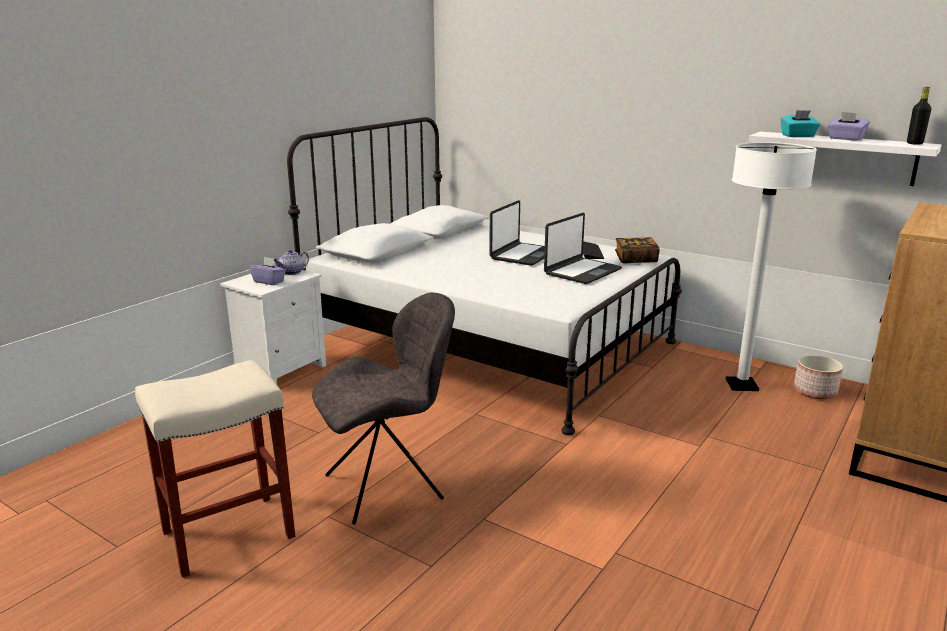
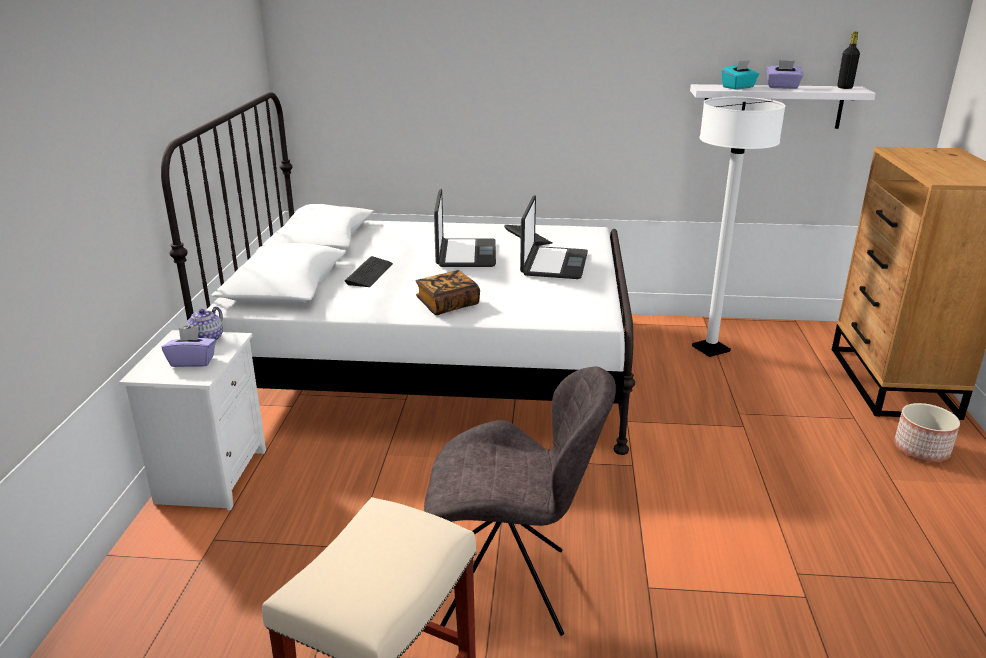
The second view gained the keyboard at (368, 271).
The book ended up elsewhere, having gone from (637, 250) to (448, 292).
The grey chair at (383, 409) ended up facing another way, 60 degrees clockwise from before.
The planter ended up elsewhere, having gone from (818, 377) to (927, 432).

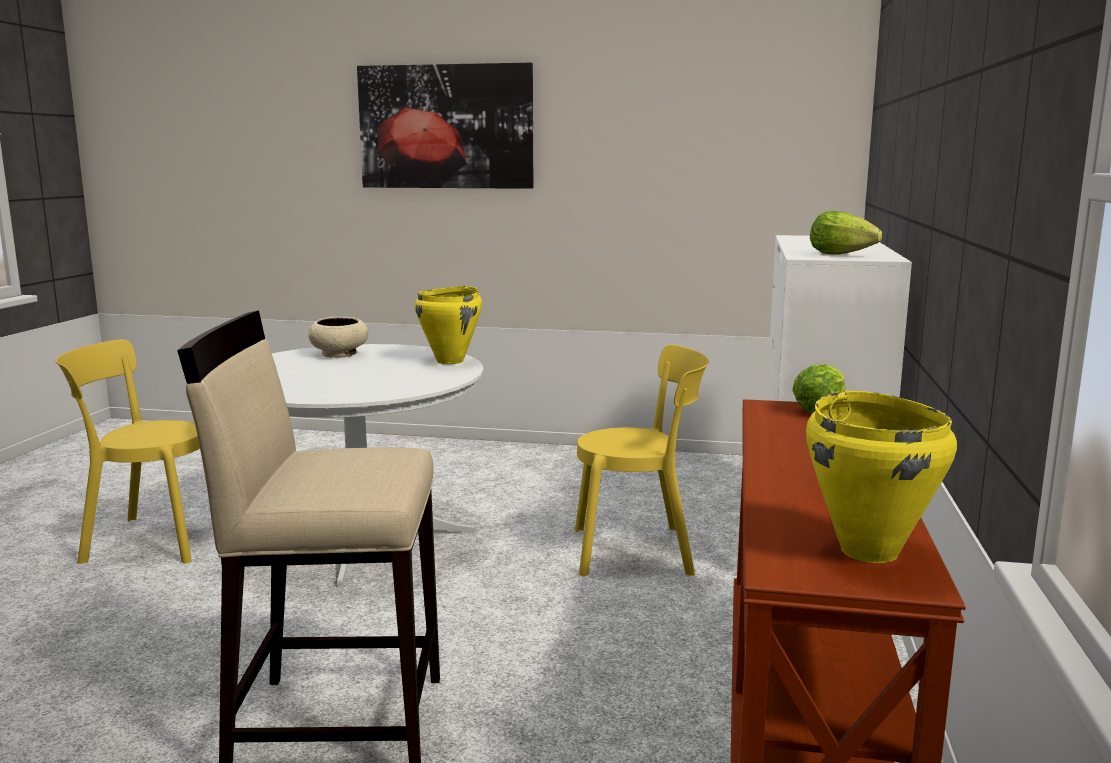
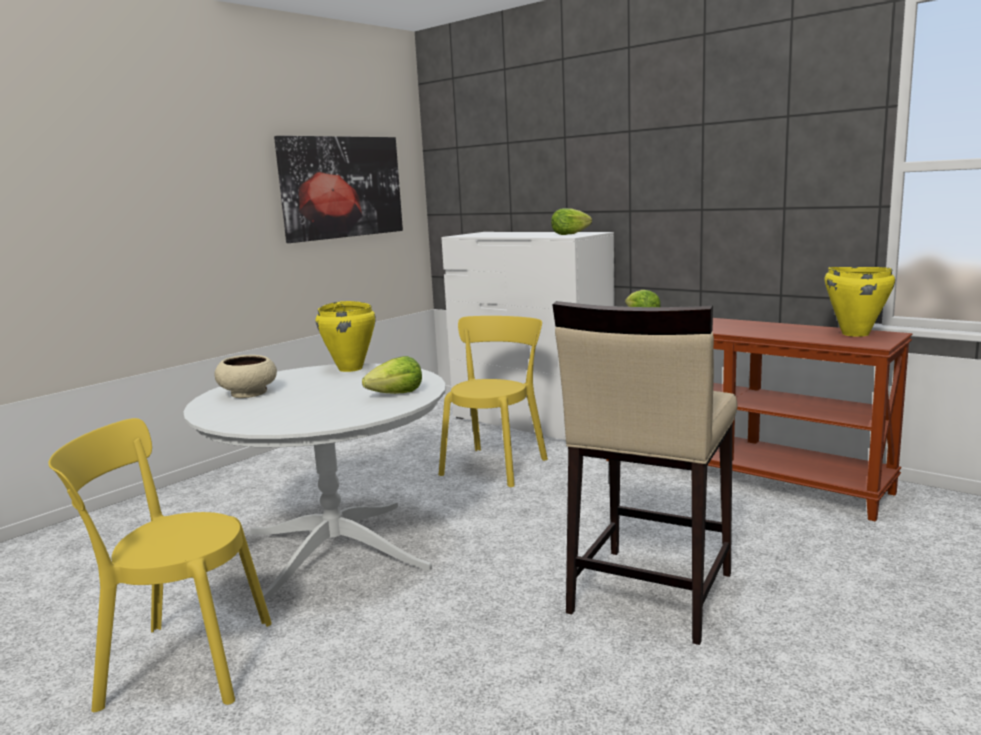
The yellow chair at (127, 451) ended up facing another way, 60 degrees clockwise from before.
The picture ended up elsewhere, having gone from (445, 126) to (338, 189).
The second view gained the lettuce at (392, 375).

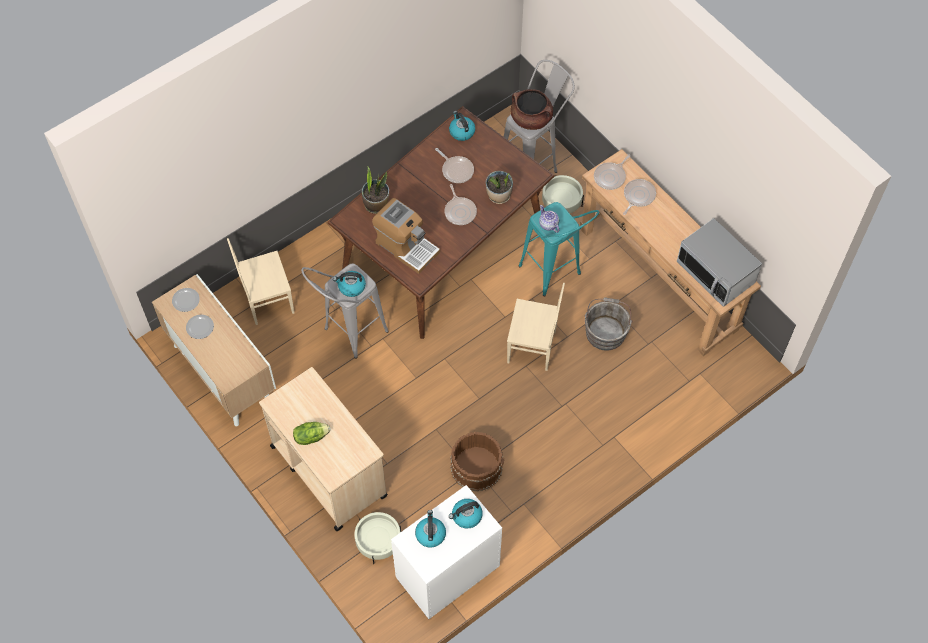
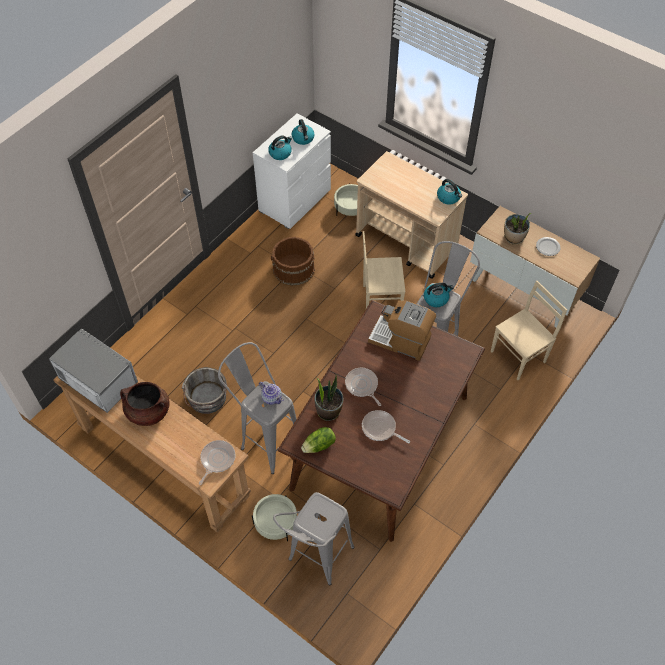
The brown cooking pot ended up elsewhere, having gone from (531, 109) to (145, 404).
What was the turquoise stool at (559, 249) turned into the grey stool at (257, 408).
The lettuce ended up elsewhere, having gone from (311, 433) to (318, 440).
The beige chair ended up elsewhere, having gone from (536, 327) to (384, 270).
The kettle ended up elsewhere, having gone from (462, 126) to (449, 192).
The potted plant ended up elsewhere, having gone from (375, 190) to (518, 229).
The second view lost the plate at (186, 300).
The second view lost the frying pan at (639, 197).

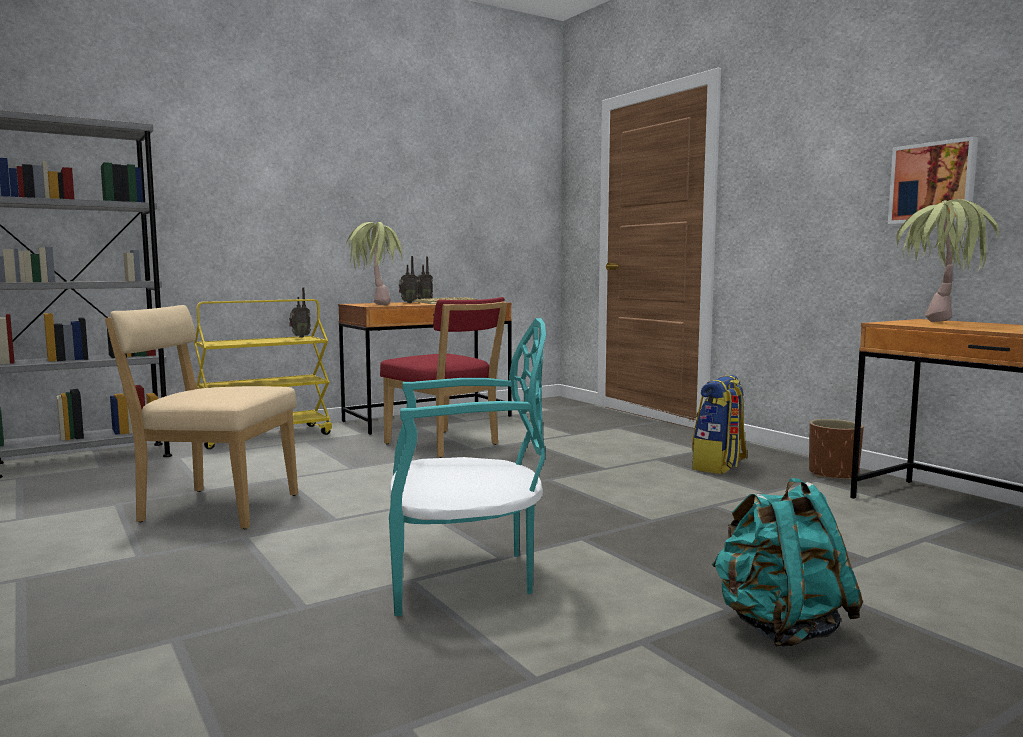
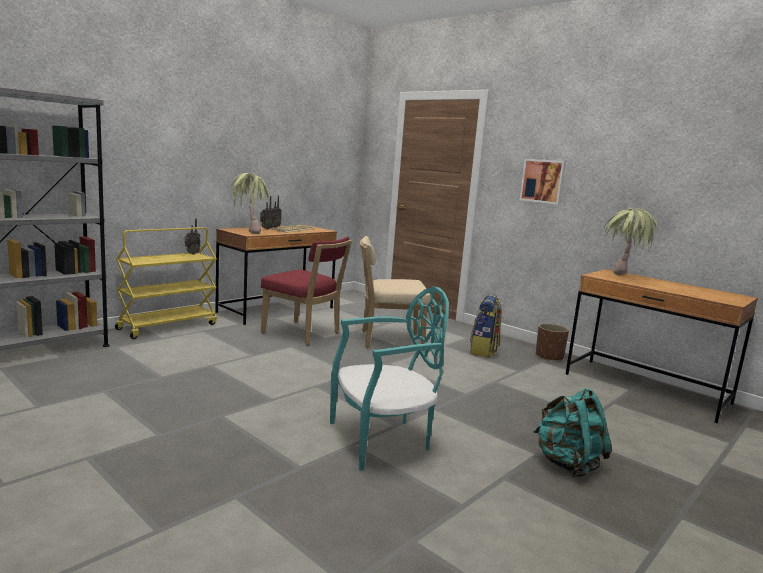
The beige chair ended up elsewhere, having gone from (201, 417) to (395, 293).
The picture ended up elsewhere, having gone from (933, 180) to (543, 182).

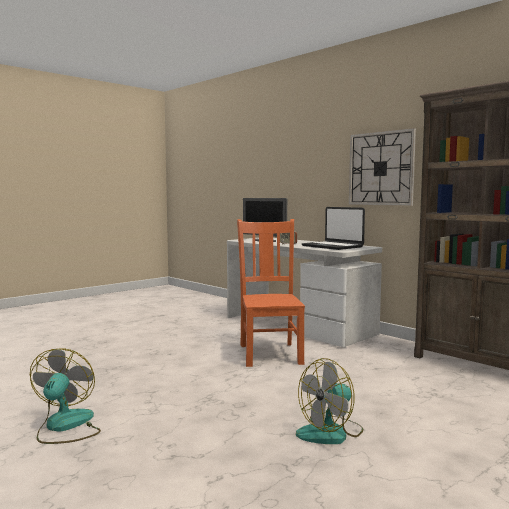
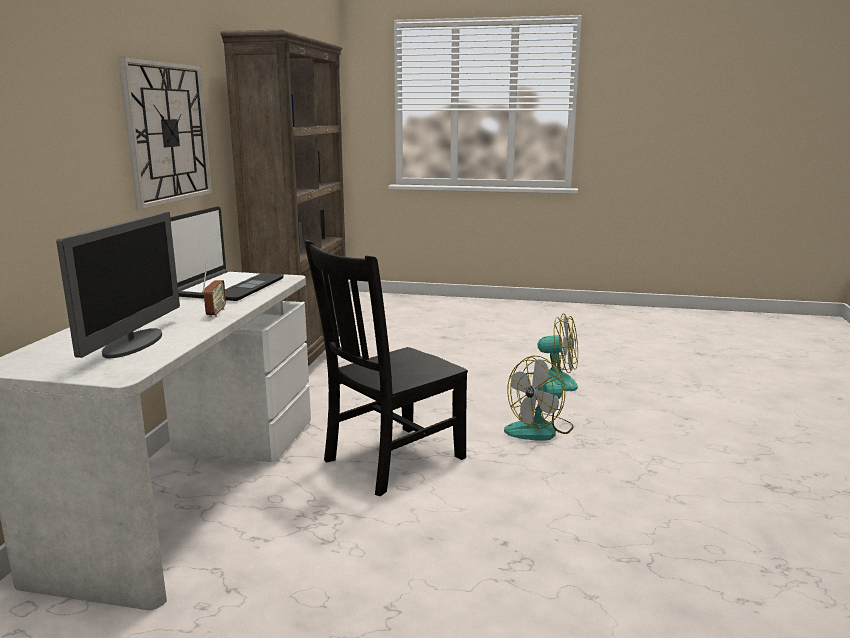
What was the orange chair at (271, 293) turned into the black chair at (386, 368).
The fan ended up elsewhere, having gone from (65, 396) to (539, 397).

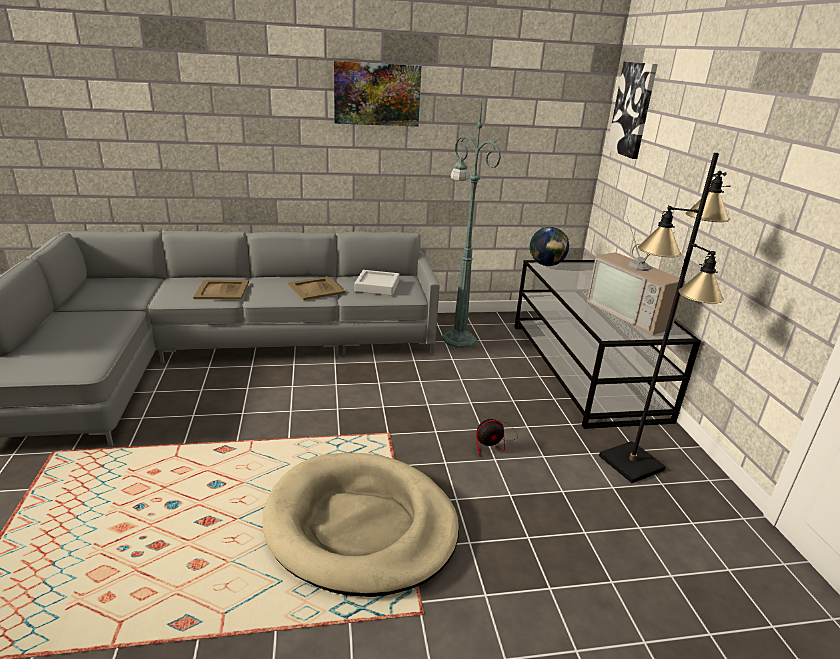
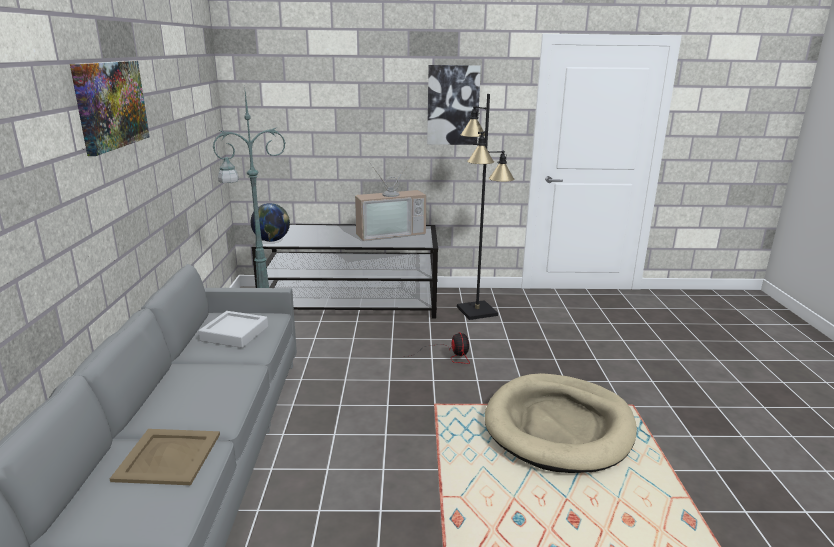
The picture ended up elsewhere, having gone from (632, 110) to (454, 105).
The second view lost the beige tray at (317, 288).

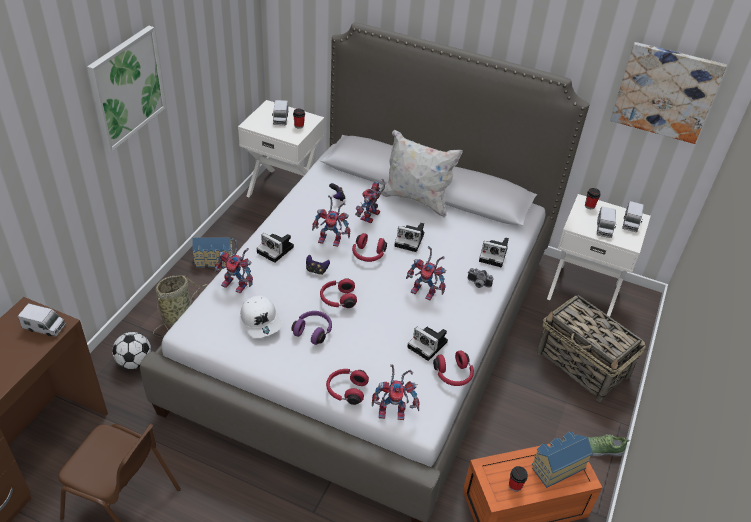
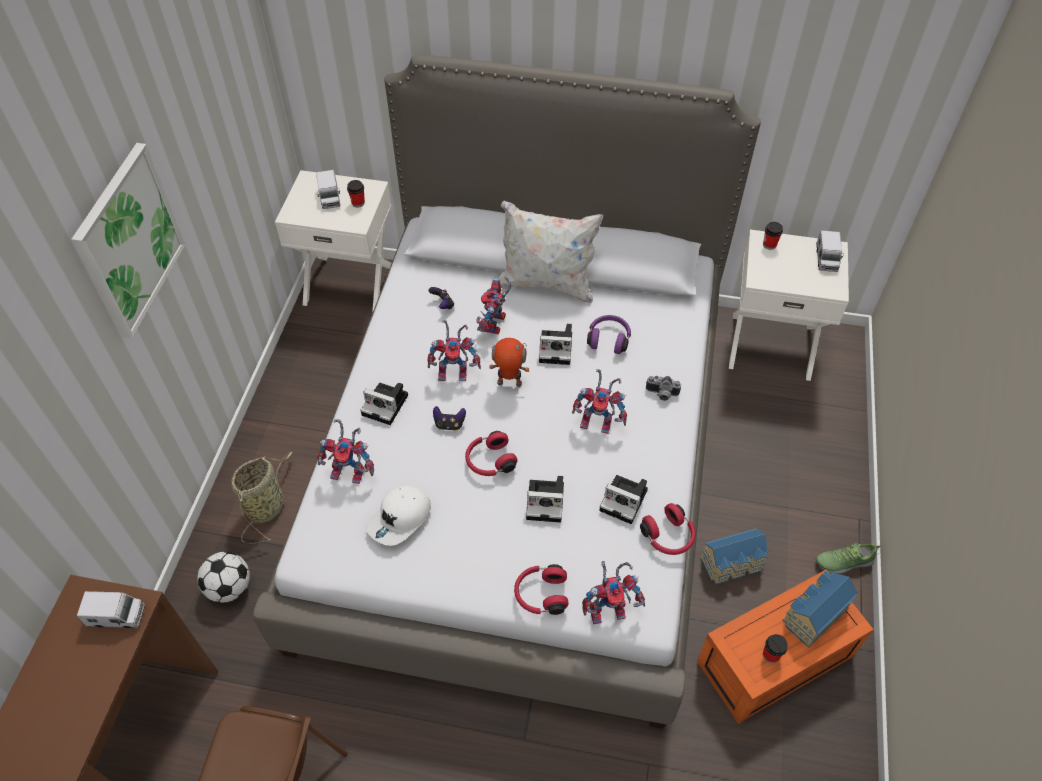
The white cap at (260, 317) ended up facing another way, 75 degrees clockwise from before.
Where the red headphones stood at (369, 247), the toy robot came to stand at (509, 362).
The photo camera ended up elsewhere, having gone from (494, 252) to (545, 499).
The purple headphones ended up elsewhere, having gone from (311, 328) to (609, 334).
The toy house ended up elsewhere, having gone from (212, 252) to (734, 556).
The second view lost the basket at (591, 348).
The second view lost the toy truck at (607, 222).
The second view lost the picture at (668, 93).

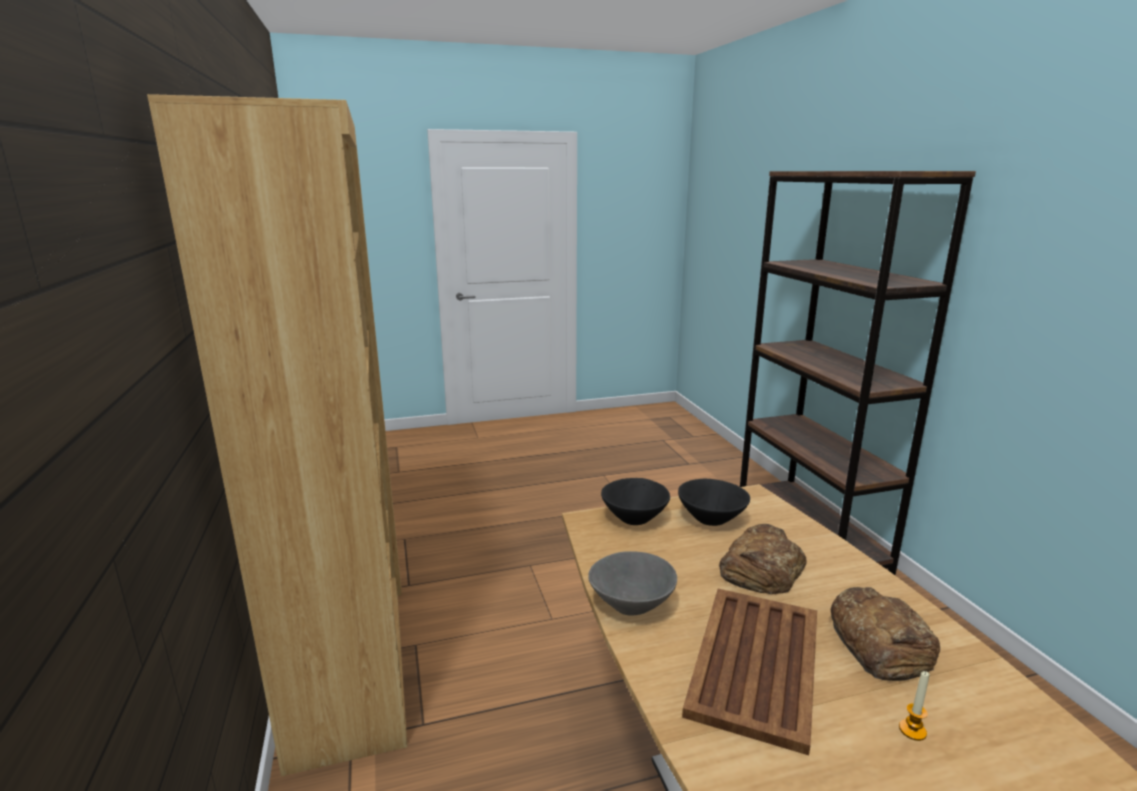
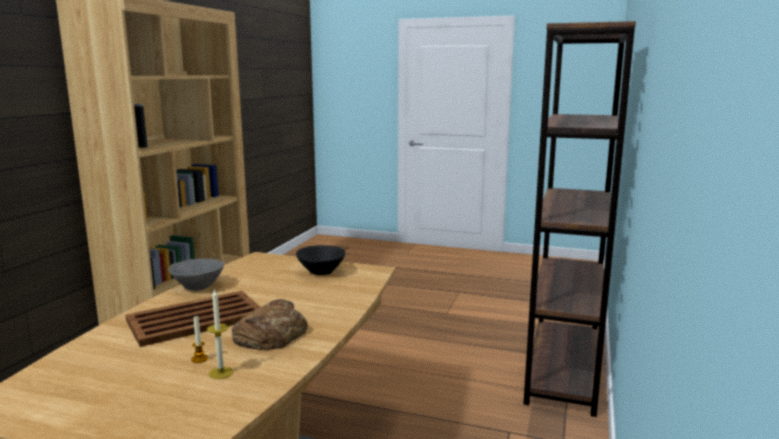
The second view gained the candle at (220, 333).
The second view lost the black bowl at (635, 501).
The second view lost the bread at (763, 559).

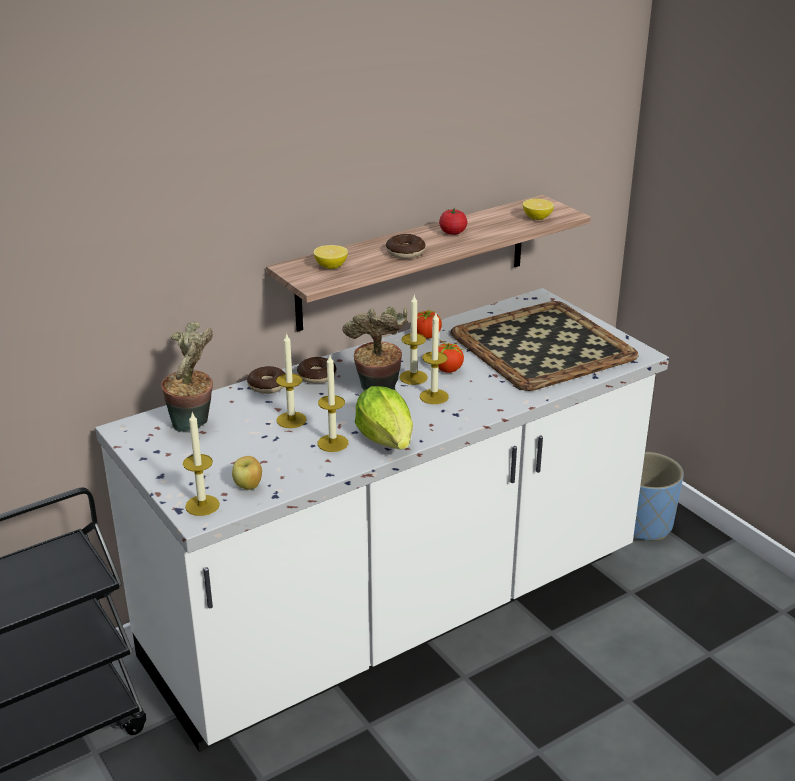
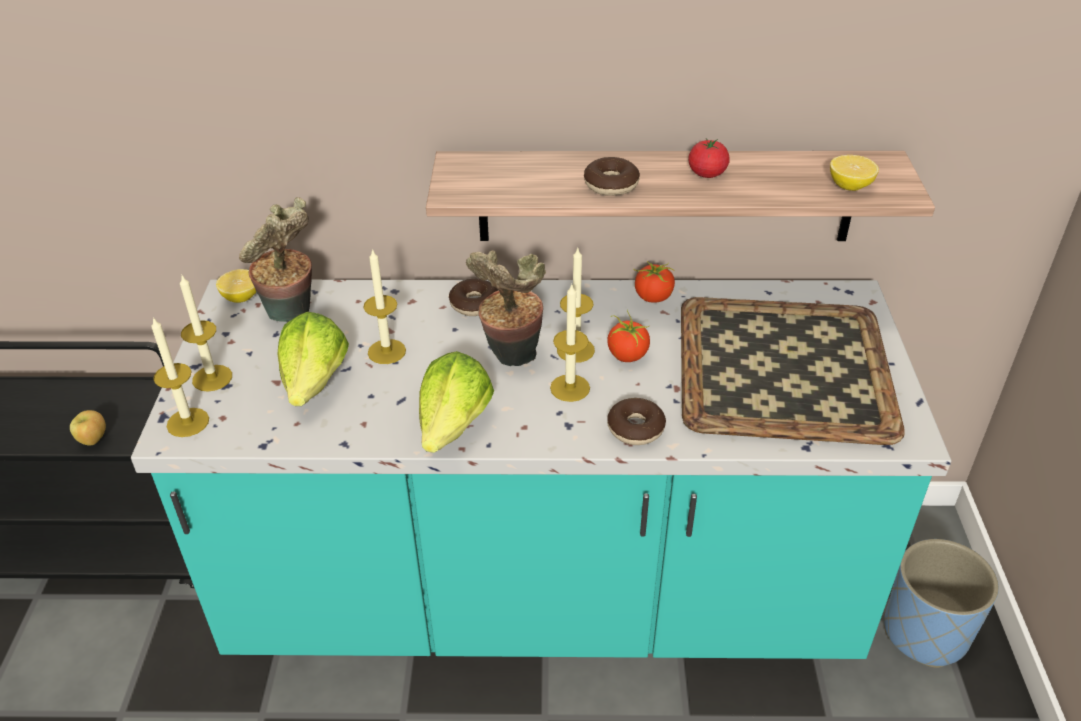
The apple ended up elsewhere, having gone from (247, 473) to (88, 428).
What was the white counter at (382, 520) turned into the turquoise counter at (541, 469).
The candle ended up elsewhere, having gone from (333, 403) to (206, 333).
The lemon ended up elsewhere, having gone from (330, 257) to (236, 286).
The second view gained the lettuce at (313, 359).
The donut ended up elsewhere, having gone from (266, 380) to (636, 421).

